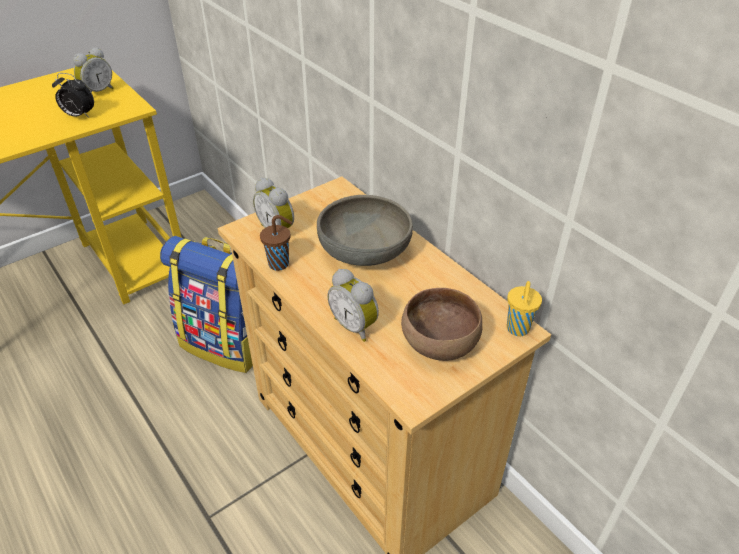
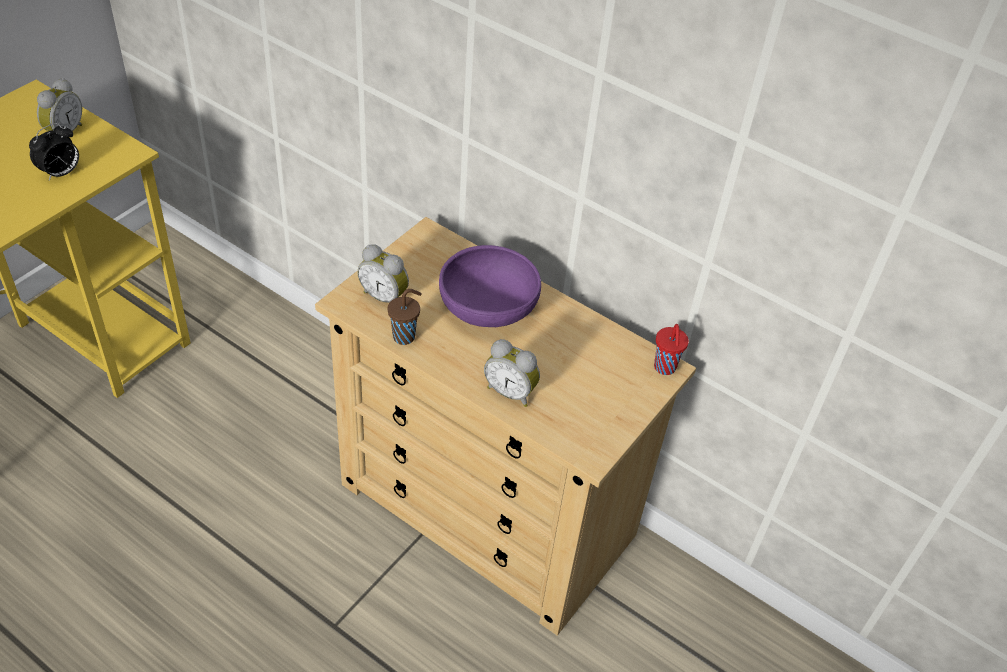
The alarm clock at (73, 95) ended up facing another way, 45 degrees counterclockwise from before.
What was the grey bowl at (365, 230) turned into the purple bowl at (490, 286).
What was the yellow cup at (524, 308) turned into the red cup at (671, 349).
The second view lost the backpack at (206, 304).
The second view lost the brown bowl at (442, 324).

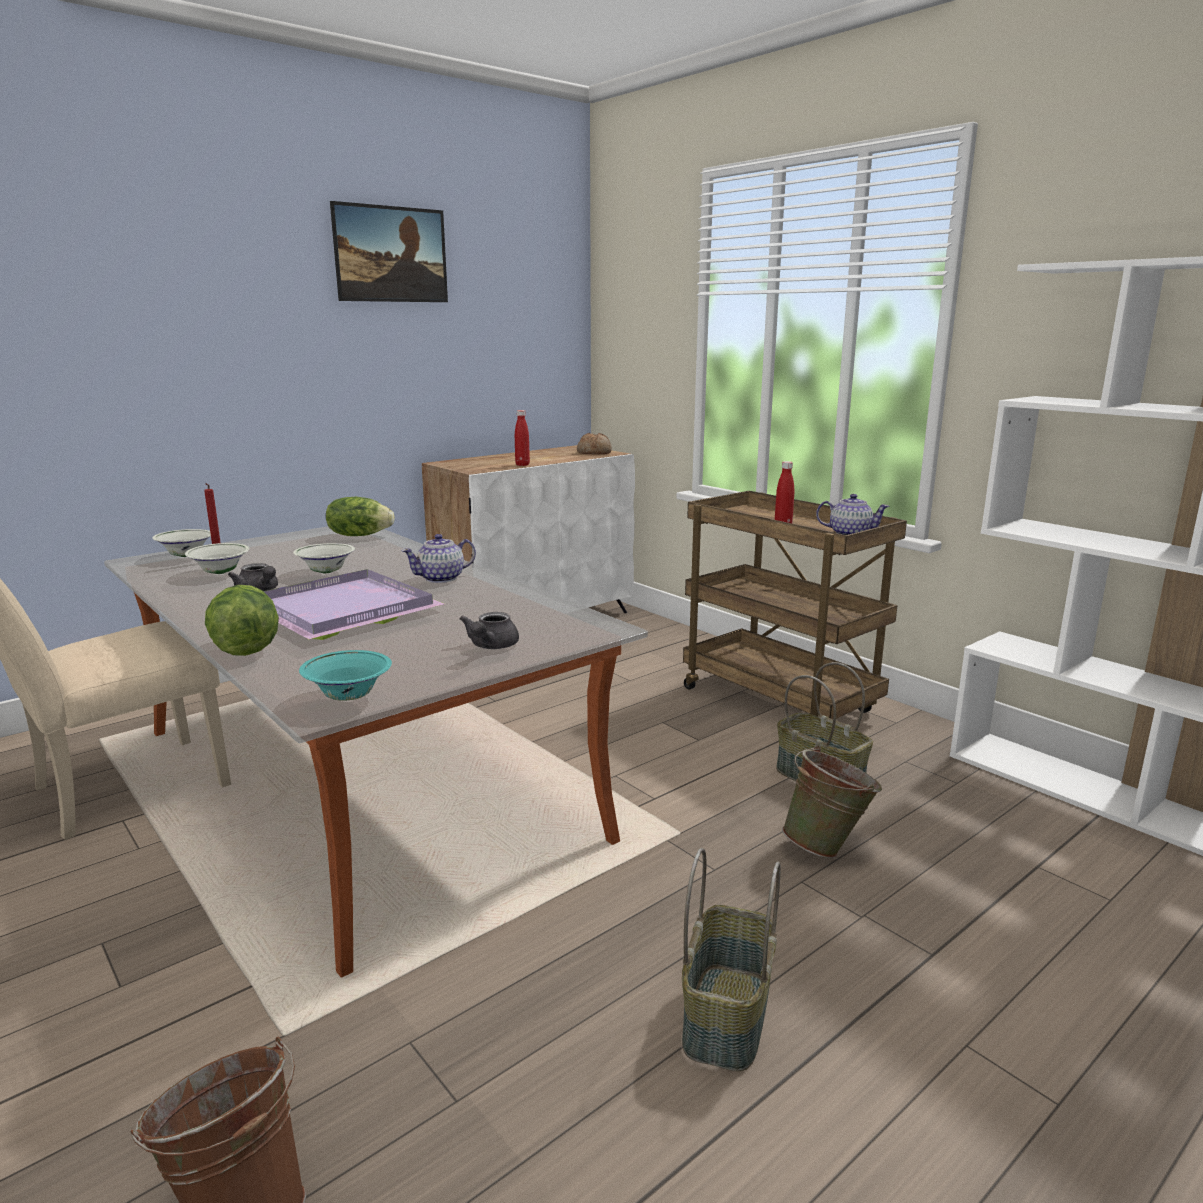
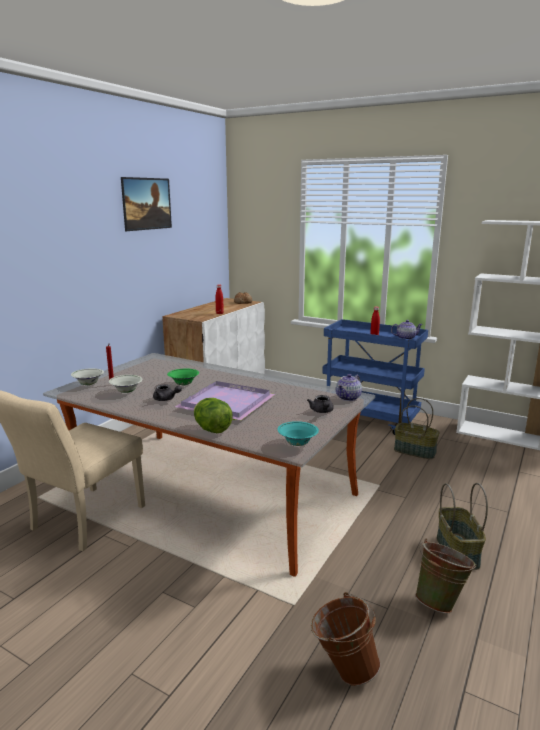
What was the white bowl at (324, 558) turned into the green bowl at (183, 377).
What was the brown cart at (795, 605) turned into the blue cart at (375, 377).
The teapot ended up elsewhere, having gone from (439, 558) to (349, 387).
The green bucket ended up elsewhere, having gone from (832, 801) to (446, 576).
The second view lost the lettuce at (360, 516).

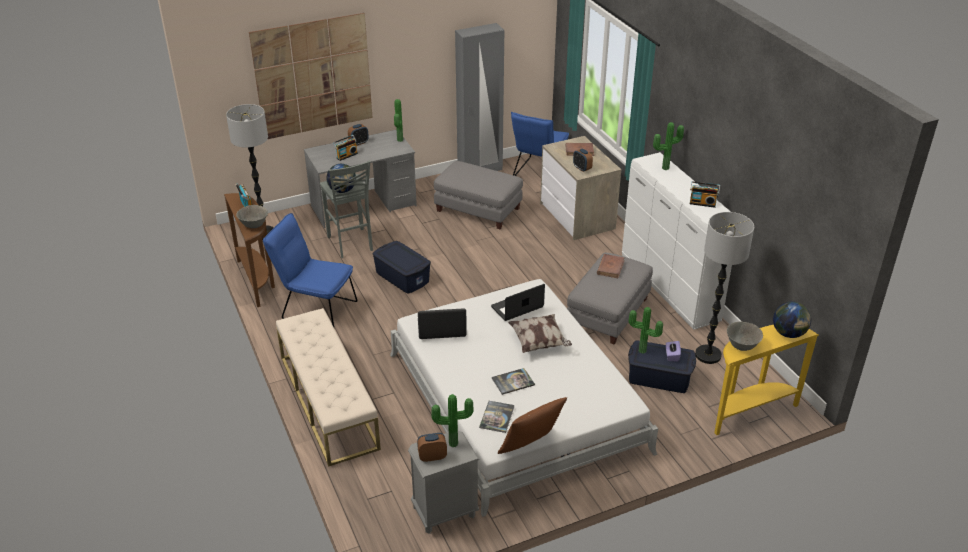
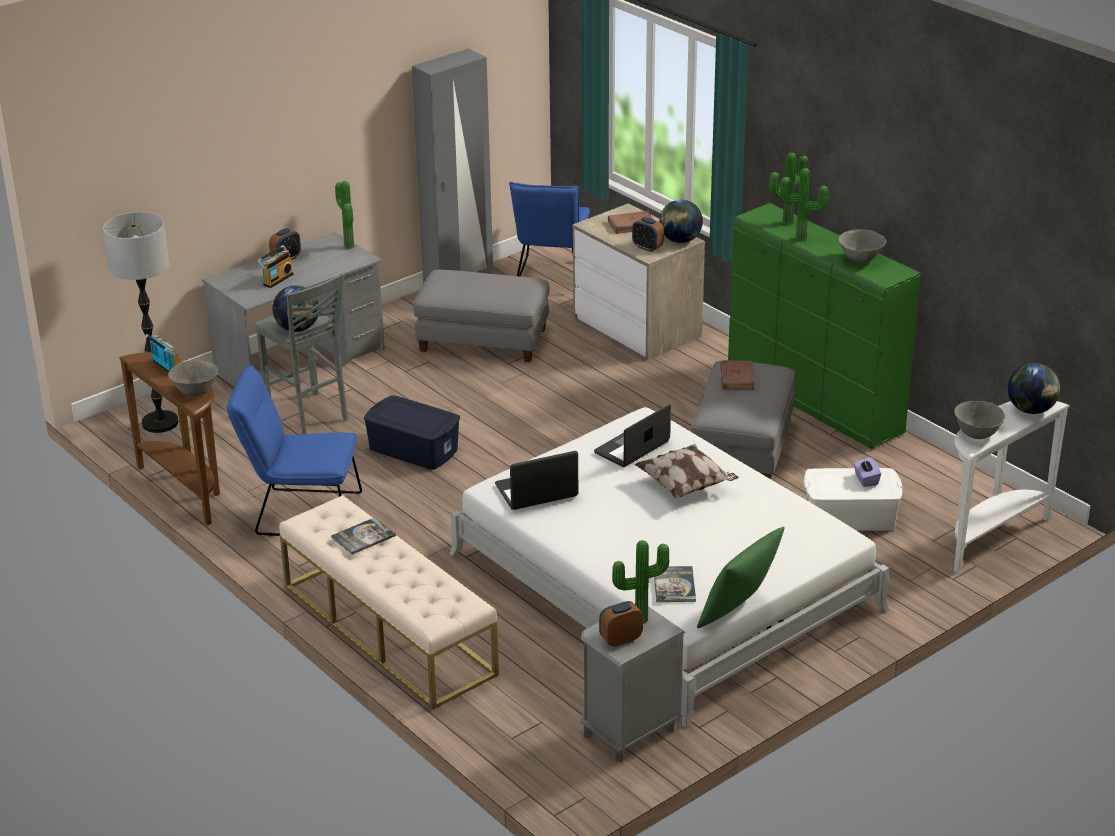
The book ended up elsewhere, having gone from (513, 381) to (363, 536).
The second view gained the globe at (681, 221).
What was the brown pillow at (532, 425) turned into the green pillow at (741, 577).
What was the white dresser at (677, 241) turned into the green dresser at (824, 326).
The potted plant ended up elsewhere, having gone from (646, 330) to (804, 204).
What was the blue storage box at (662, 367) turned into the white storage box at (853, 499).
Where the radio stood at (705, 194), the grey bowl came to stand at (862, 246).
What was the yellow console table at (766, 380) turned into the white console table at (1012, 487).
The second view lost the picture at (311, 76).
The second view lost the floor lamp at (724, 288).

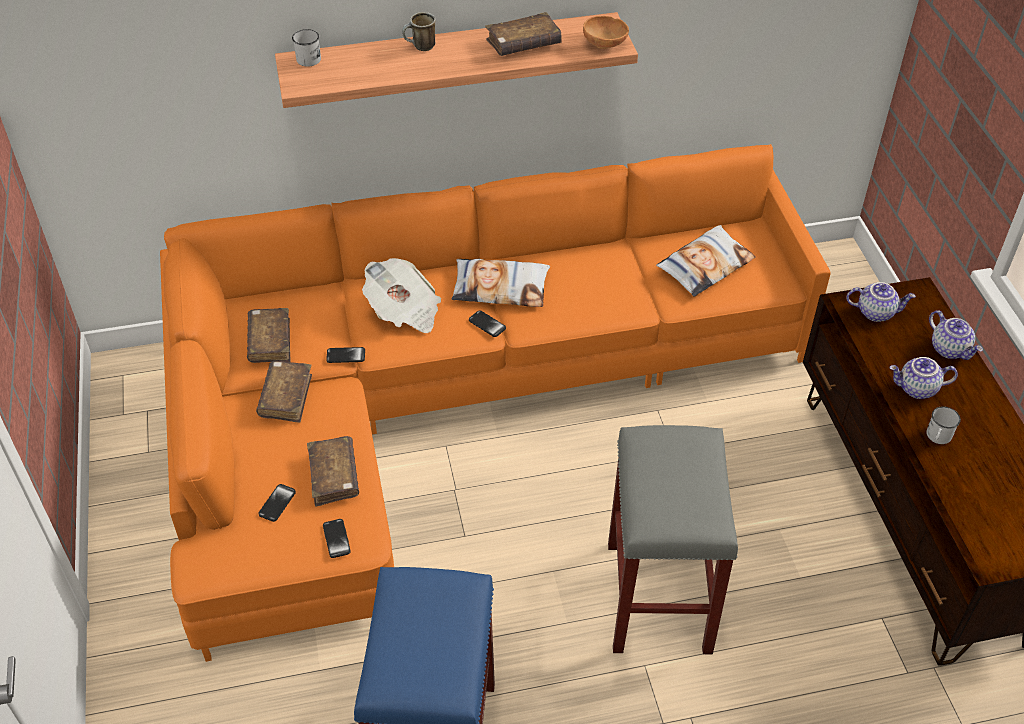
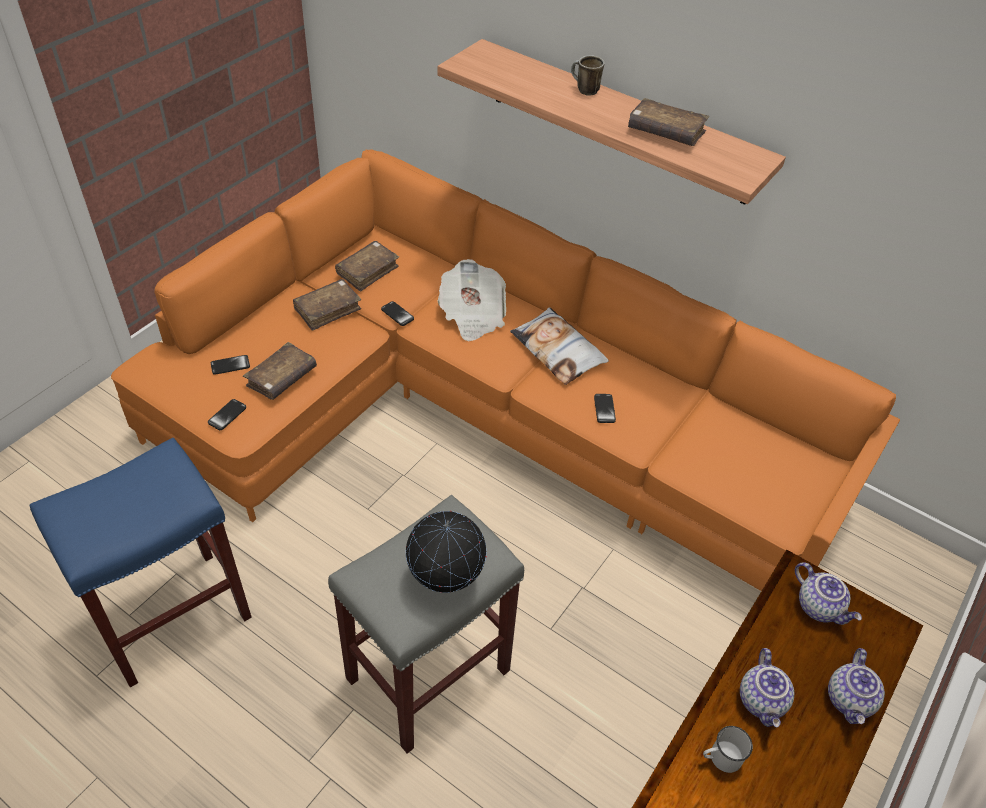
The second view gained the globe at (446, 552).
The phone ended up elsewhere, having gone from (487, 323) to (605, 408).
The teapot at (923, 378) ended up facing another way, 135 degrees counterclockwise from before.
The second view lost the white mug at (306, 48).
The second view lost the brown bowl at (606, 32).
The second view lost the pillow at (705, 261).

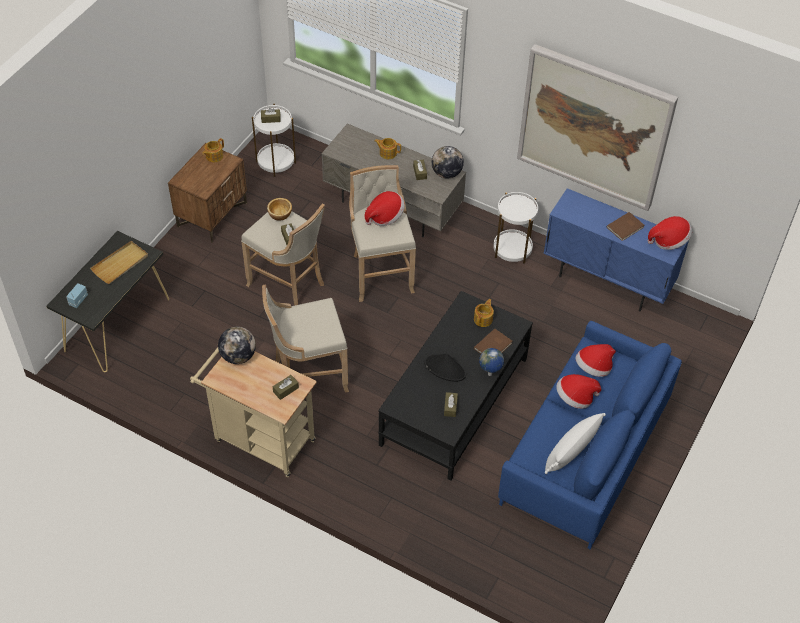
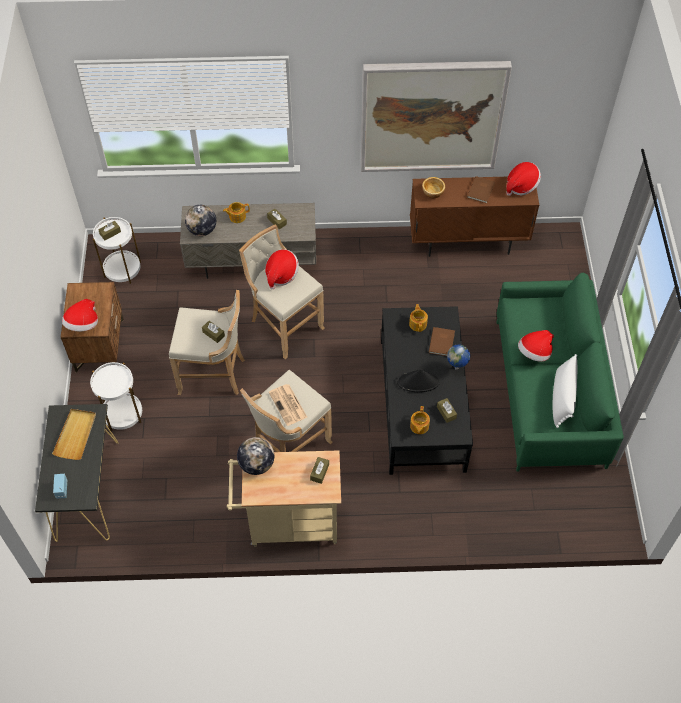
The hat ended up elsewhere, having gone from (596, 360) to (80, 315).
The white side table ended up elsewhere, having gone from (515, 228) to (116, 396).
The globe ended up elsewhere, having gone from (448, 162) to (200, 220).
The second view gained the newspaper at (288, 405).
What was the blue cabinet at (616, 249) turned into the brown cabinet at (474, 217).
The teapot ended up elsewhere, having gone from (213, 150) to (420, 420).
The bowl ended up elsewhere, having gone from (279, 209) to (433, 187).
What was the blue sofa at (590, 435) turned into the green sofa at (560, 372).

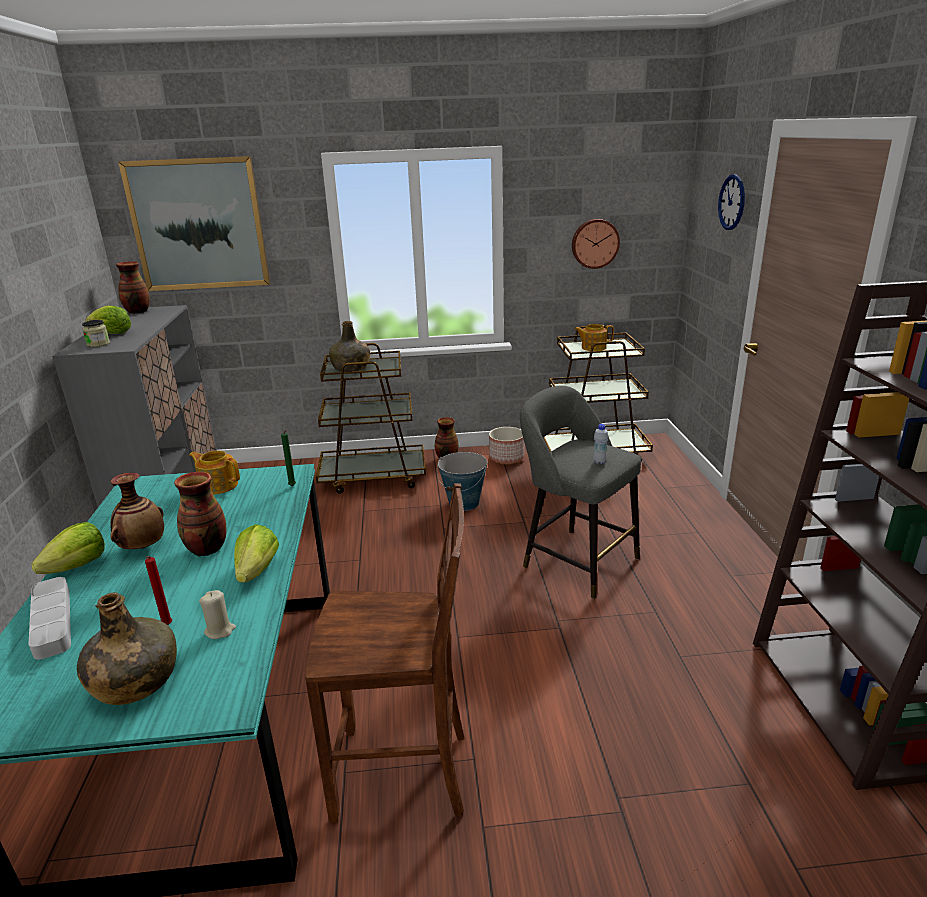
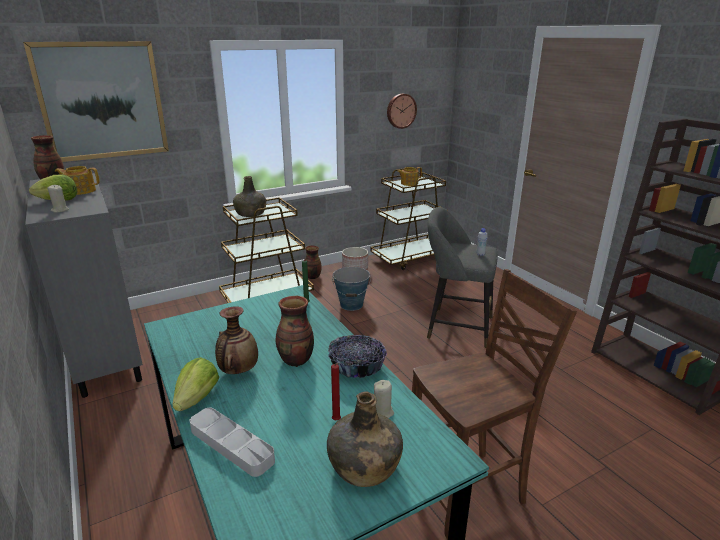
Where the jar stood at (96, 333), the beige candle came to stand at (58, 198).
The teapot ended up elsewhere, having gone from (214, 472) to (77, 180).
Where the lettuce stood at (256, 553), the bowl came to stand at (357, 356).
The second view lost the wall clock at (731, 202).

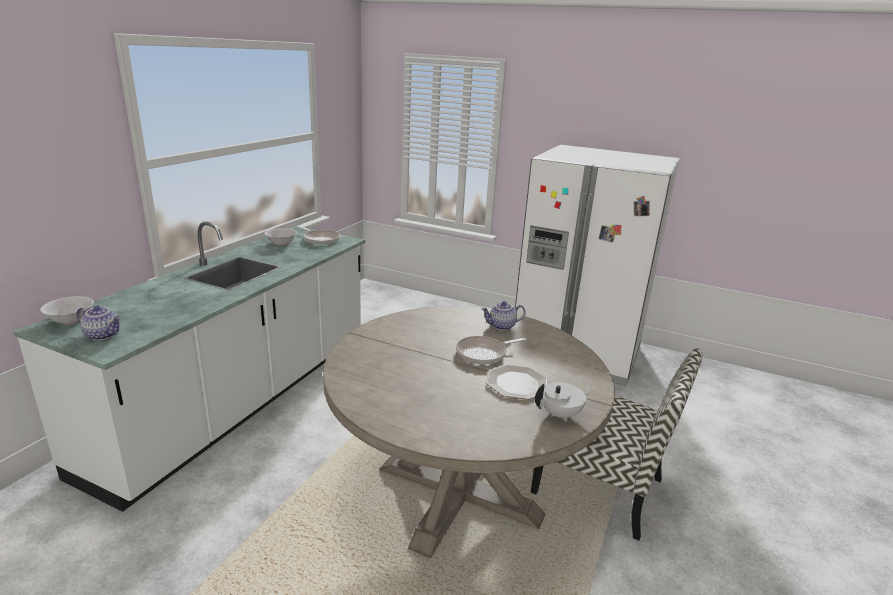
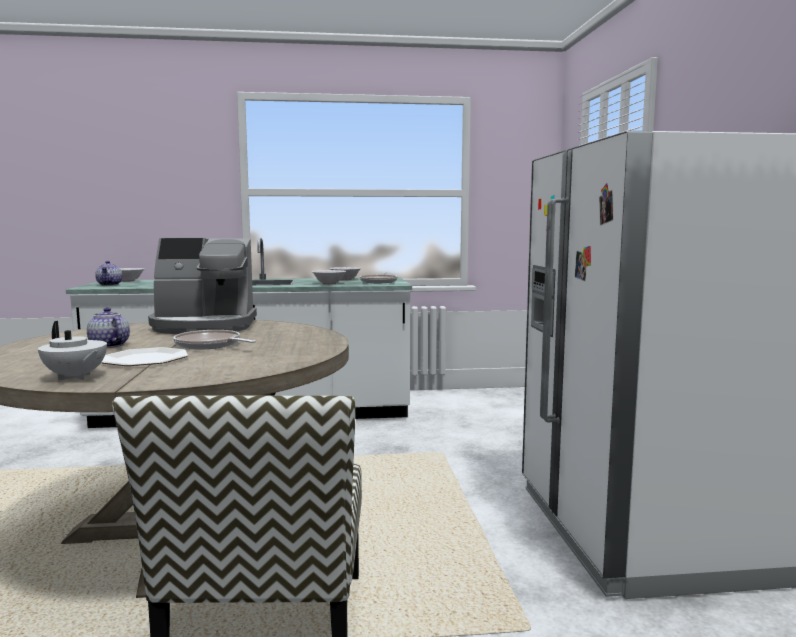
The teapot ended up elsewhere, having gone from (504, 316) to (108, 328).
The second view gained the coffee machine at (202, 286).
The second view gained the white bowl at (329, 277).

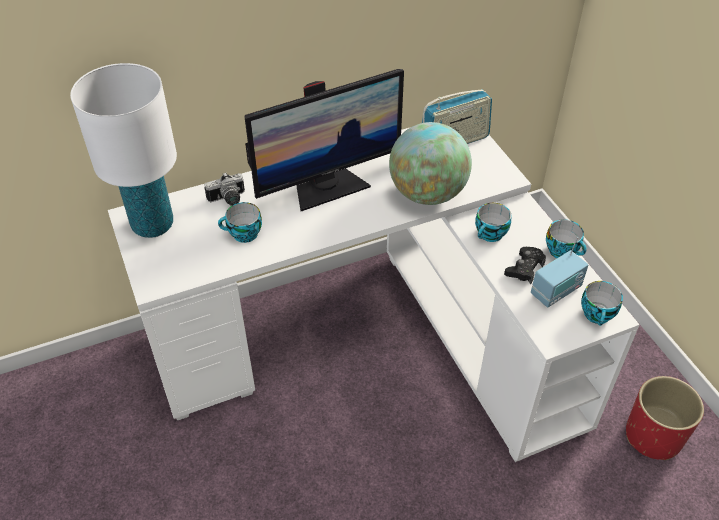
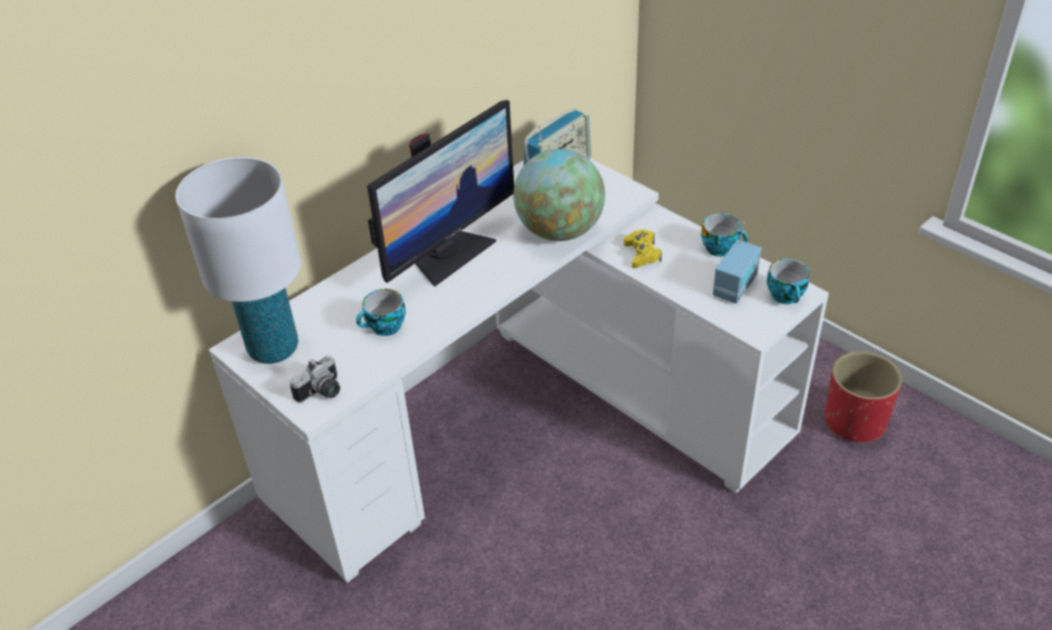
The photo camera ended up elsewhere, having gone from (224, 189) to (315, 379).
Where the cup stood at (493, 222), the yellow game controller came to stand at (643, 248).
The second view lost the black game controller at (525, 265).

